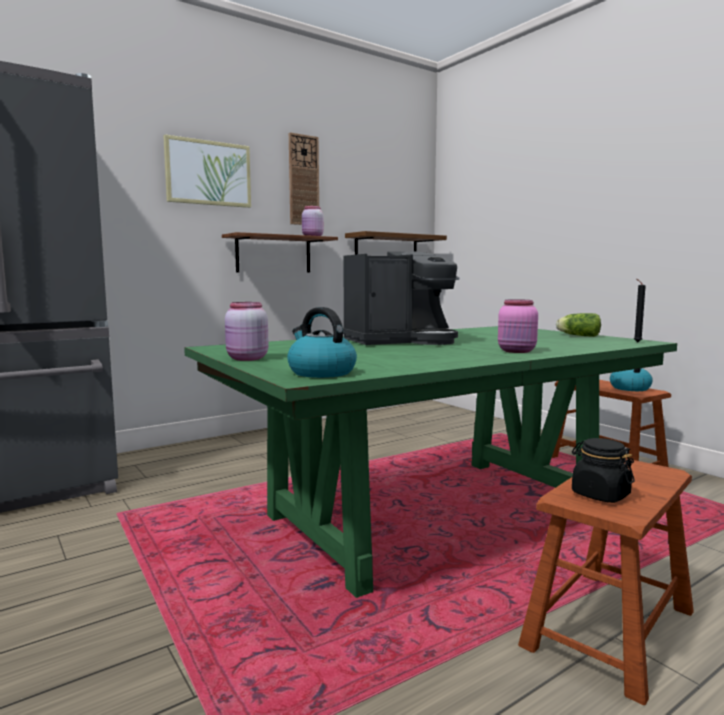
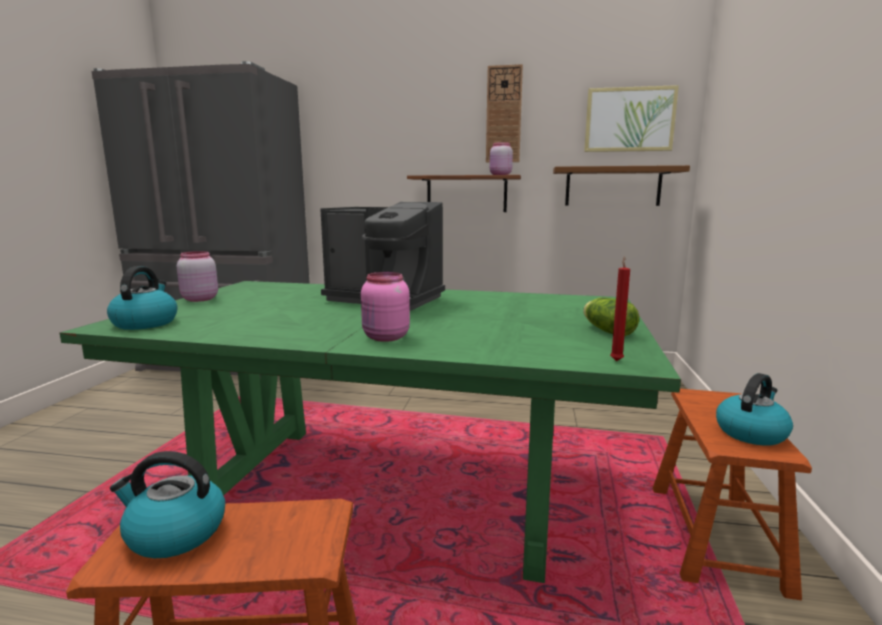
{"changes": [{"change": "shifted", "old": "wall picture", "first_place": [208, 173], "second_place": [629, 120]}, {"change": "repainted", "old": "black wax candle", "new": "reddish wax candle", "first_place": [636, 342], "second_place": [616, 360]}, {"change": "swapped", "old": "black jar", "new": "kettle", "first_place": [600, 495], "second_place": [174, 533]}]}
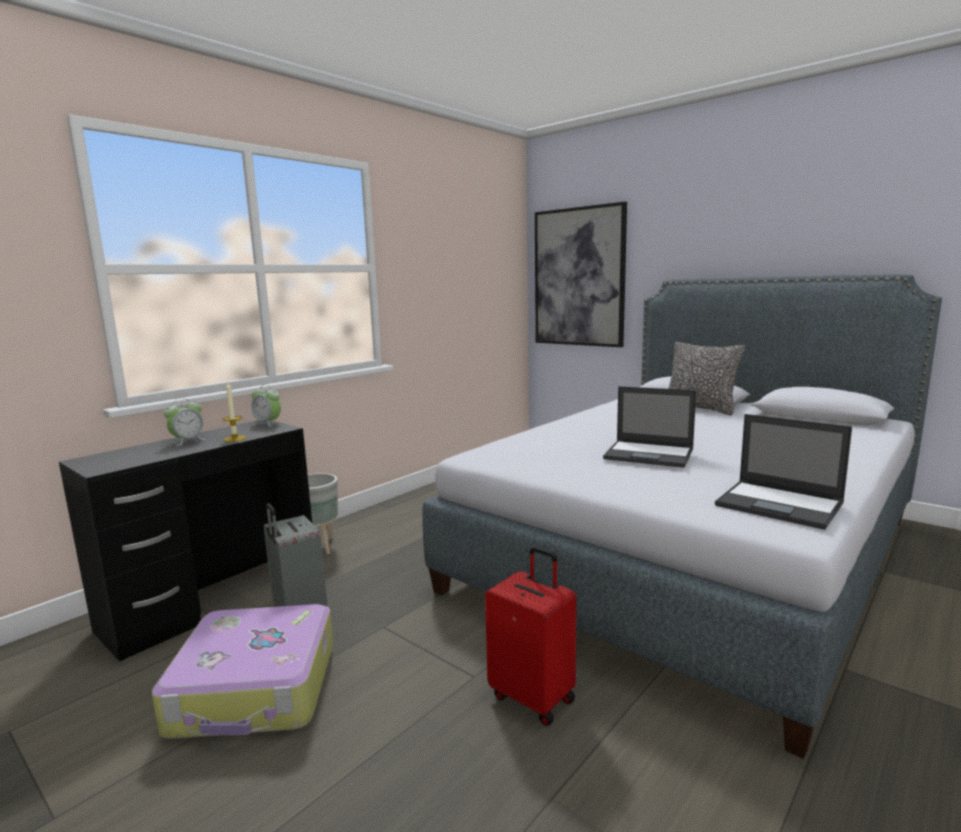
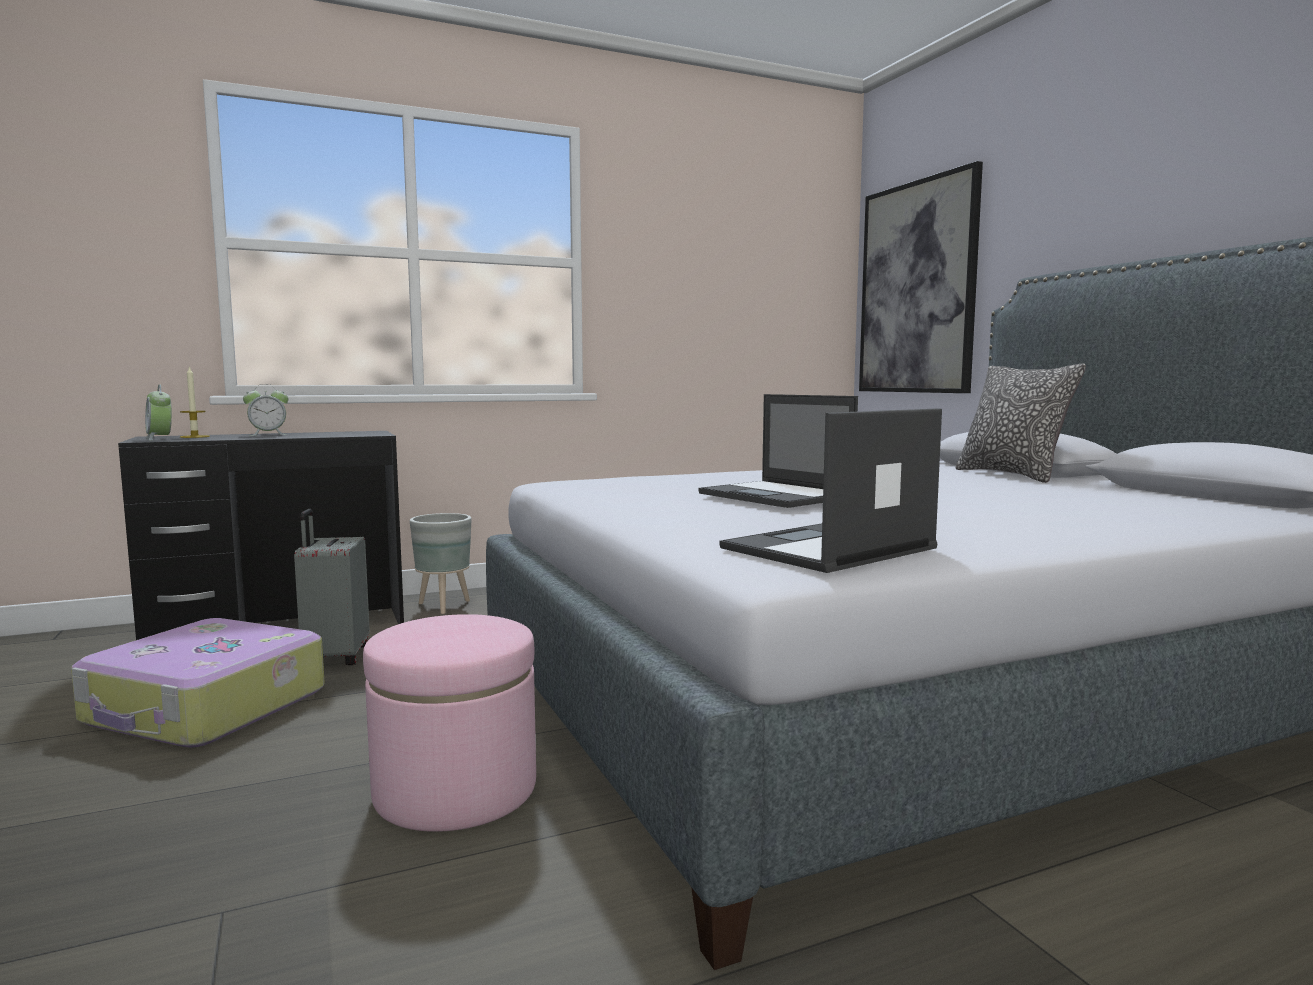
{"changes": [{"change": "shifted", "old": "wax candle", "first_place": [235, 438], "second_place": [194, 436]}, {"change": "shifted", "old": "alarm clock", "first_place": [268, 423], "second_place": [160, 439]}, {"change": "rotated", "old": "notebook computer", "first_place": [780, 505], "second_place": [827, 548], "degrees": 75}, {"change": "swapped", "old": "reddish travel case", "new": "pinkish pouffe", "first_place": [533, 697], "second_place": [455, 790]}]}
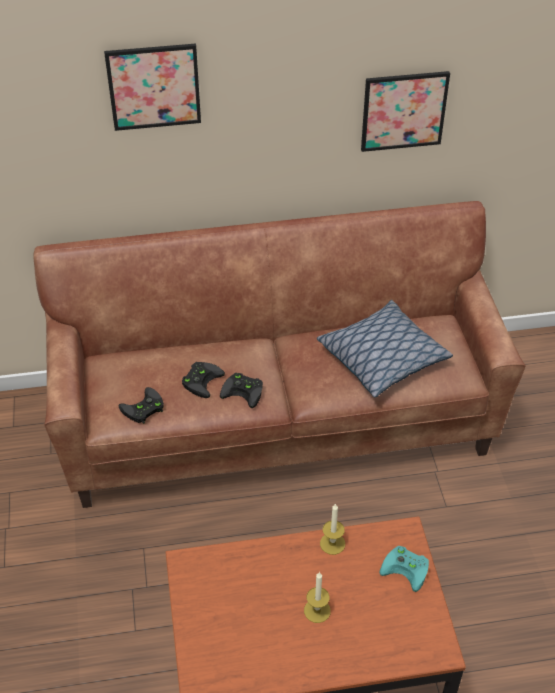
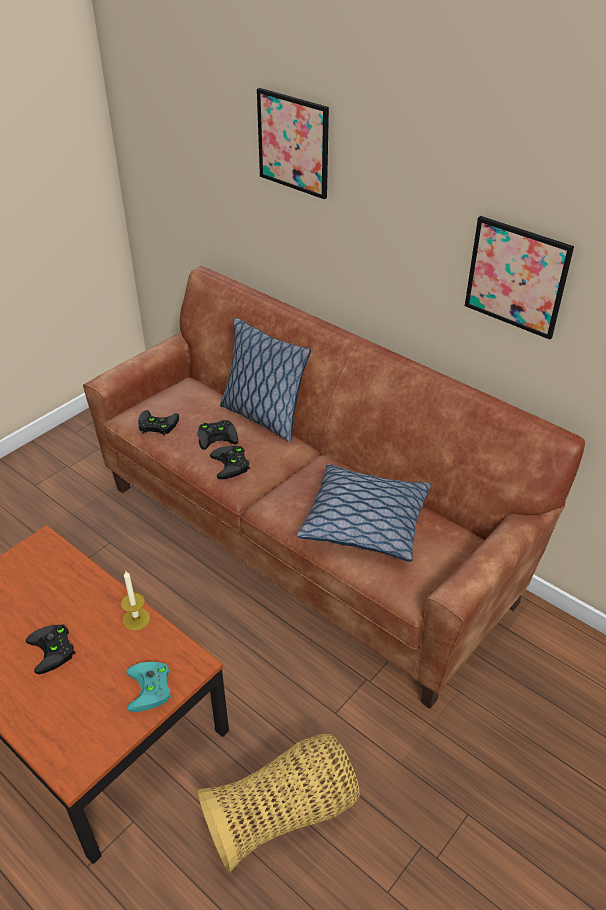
{"changes": [{"change": "swapped", "old": "wax candle", "new": "black joypad", "first_place": [317, 610], "second_place": [54, 650]}, {"change": "new", "new": "cushion", "second_place": [262, 416]}, {"change": "new", "new": "household basket", "second_place": [283, 814]}]}
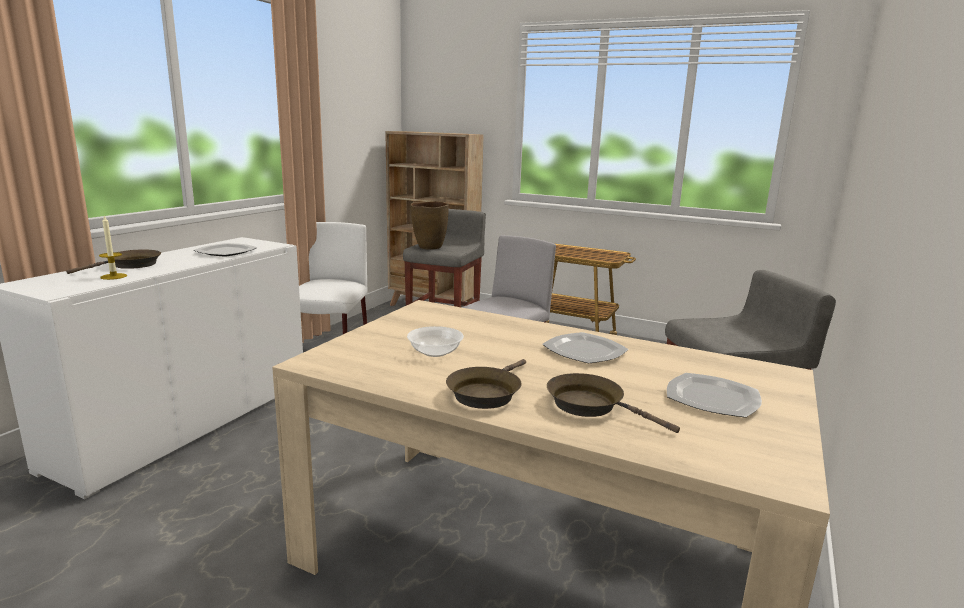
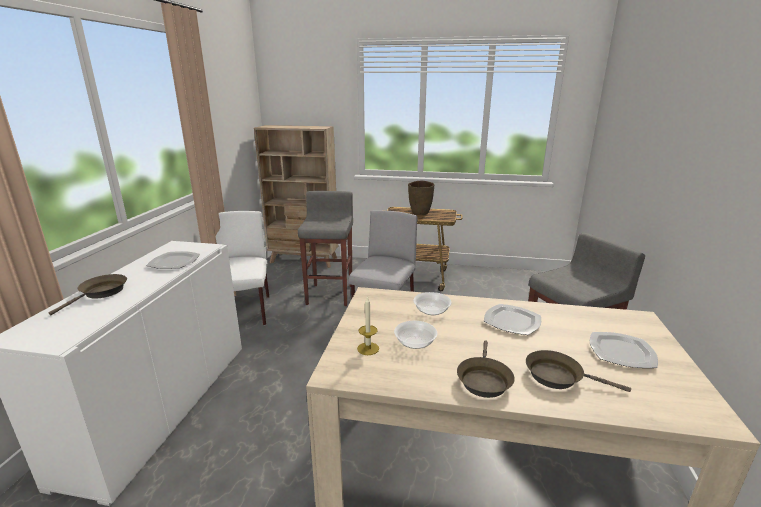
{"changes": [{"change": "shifted", "old": "brown flower vase", "first_place": [429, 247], "second_place": [420, 213]}, {"change": "shifted", "old": "wax candle", "first_place": [113, 276], "second_place": [368, 348]}, {"change": "new", "new": "bowl", "second_place": [431, 311]}]}
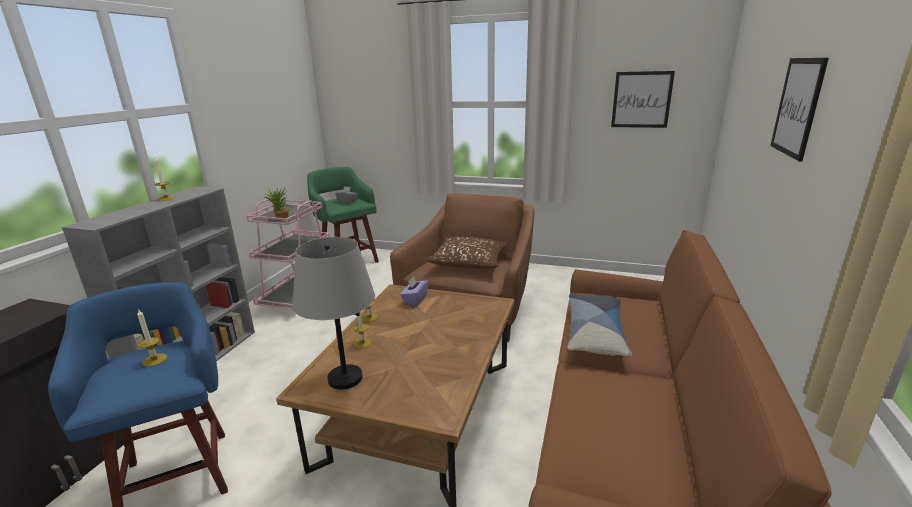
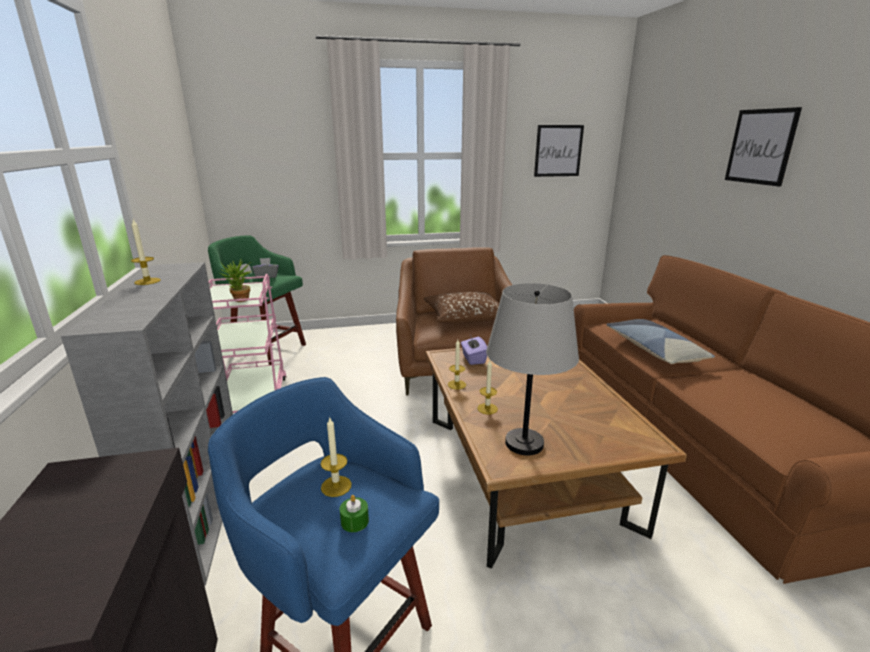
{"changes": [{"change": "new", "new": "green wax candle", "second_place": [354, 521]}]}
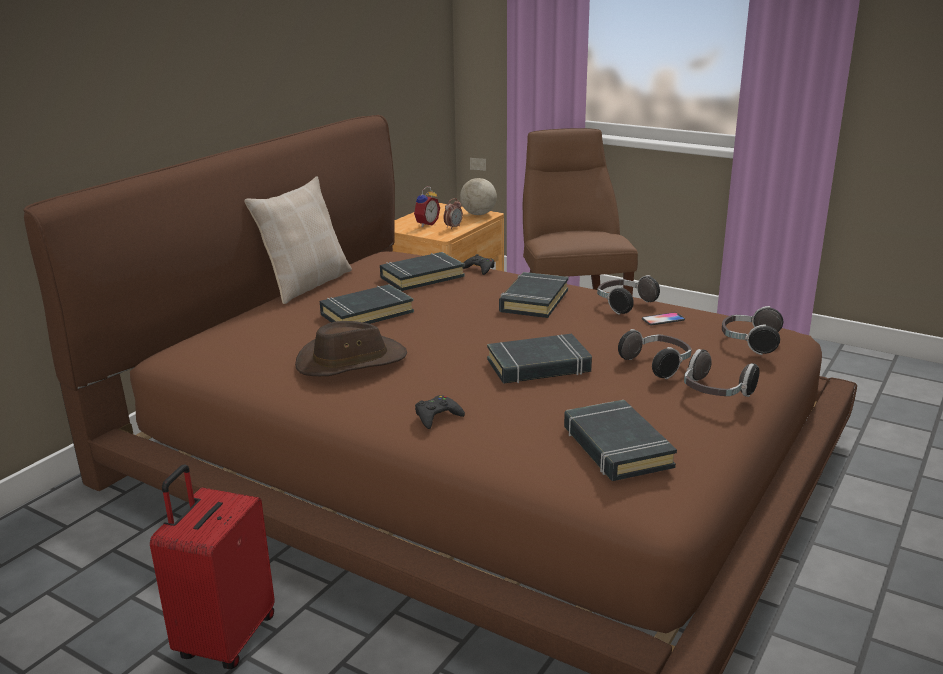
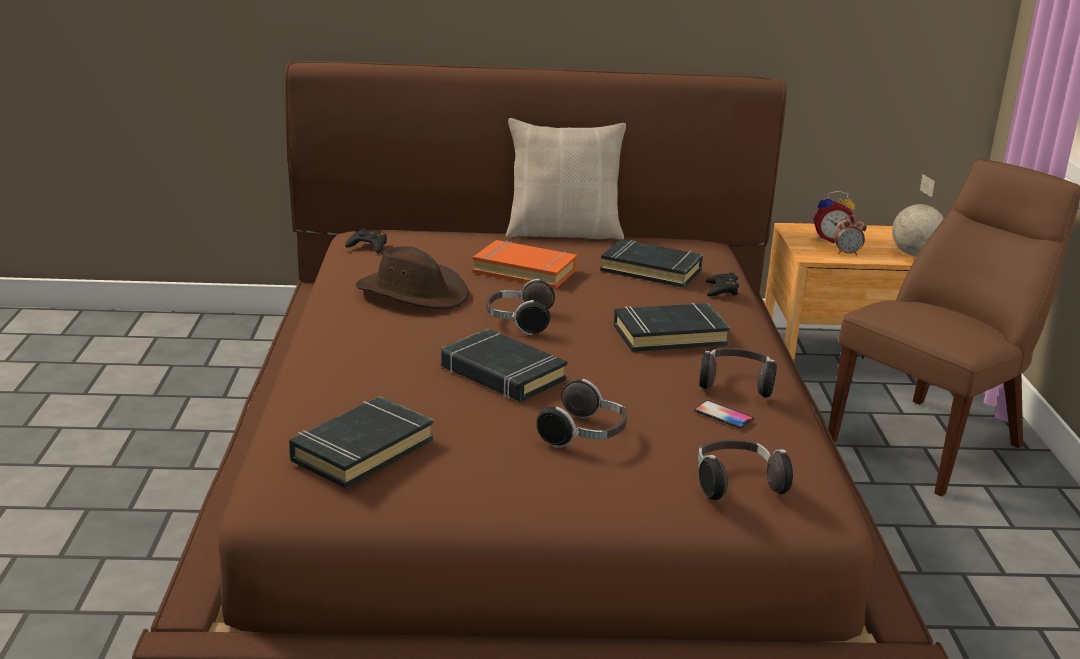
{"changes": [{"change": "repainted", "old": "black book", "new": "orange-coloured book", "first_place": [366, 313], "second_place": [525, 271]}, {"change": "shifted", "old": "headphones", "first_place": [715, 393], "second_place": [519, 321]}, {"change": "shifted", "old": "black joypad", "first_place": [437, 416], "second_place": [368, 246]}, {"change": "gone", "old": "reddish travel case", "first_place": [225, 638]}]}
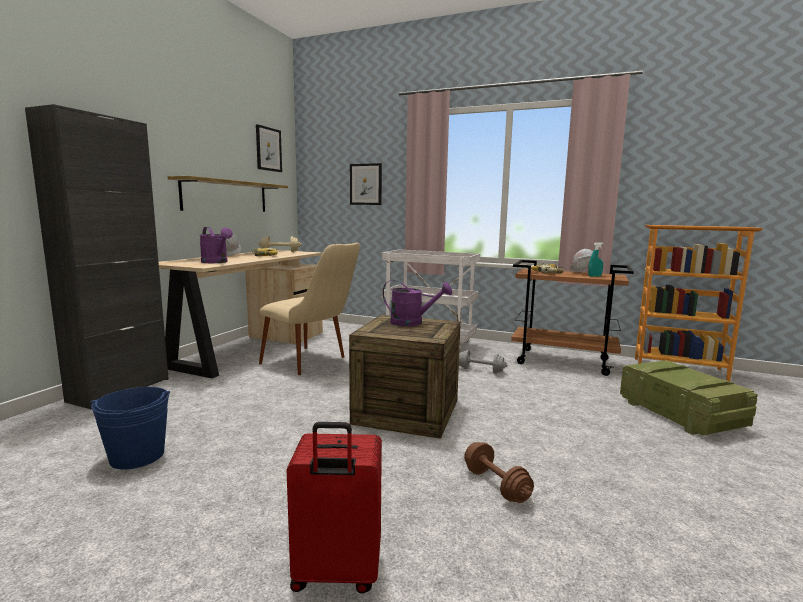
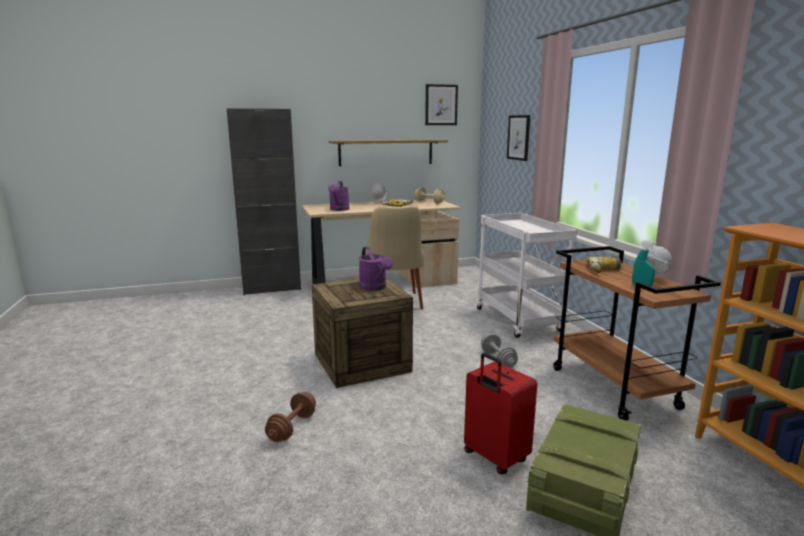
{"changes": [{"change": "gone", "old": "blue-coloured bucket", "first_place": [137, 456]}, {"change": "shifted", "old": "reddish travel case", "first_place": [336, 574], "second_place": [494, 458]}]}
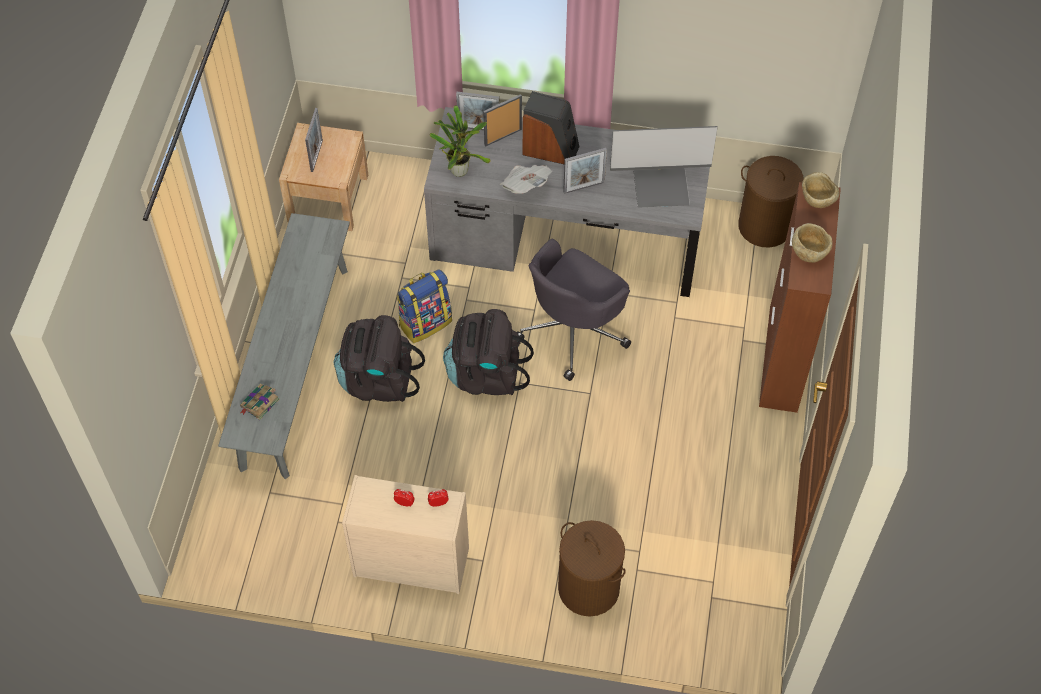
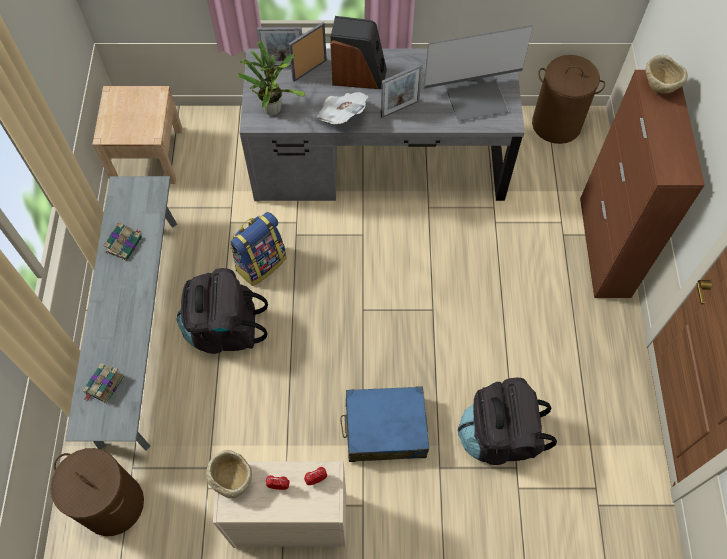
{"changes": [{"change": "gone", "old": "photo frame", "first_place": [316, 156]}, {"change": "shifted", "old": "sand-coloured bowl", "first_place": [809, 253], "second_place": [232, 479]}, {"change": "gone", "old": "grey computer chair", "first_place": [573, 331]}, {"change": "shifted", "old": "black rucksack", "first_place": [486, 374], "second_place": [499, 436]}, {"change": "shifted", "old": "brown washing basket", "first_place": [589, 588], "second_place": [113, 504]}, {"change": "new", "new": "book", "second_place": [124, 244]}, {"change": "new", "new": "blue-coloured travel case", "second_place": [385, 429]}]}
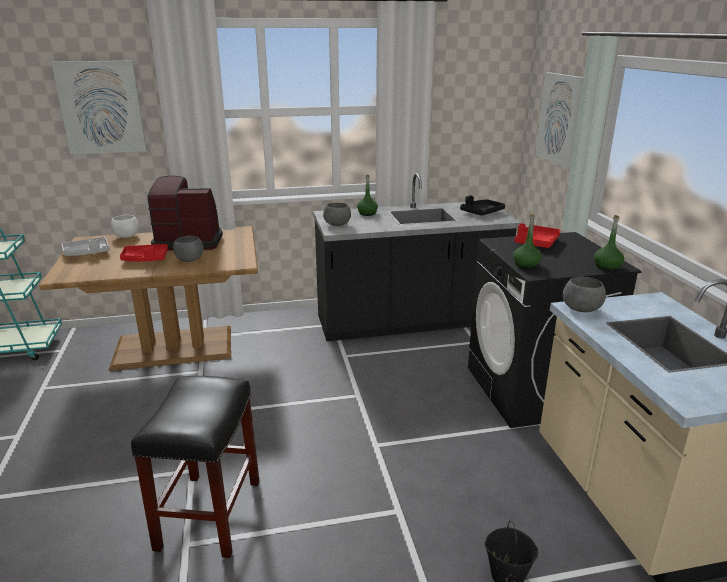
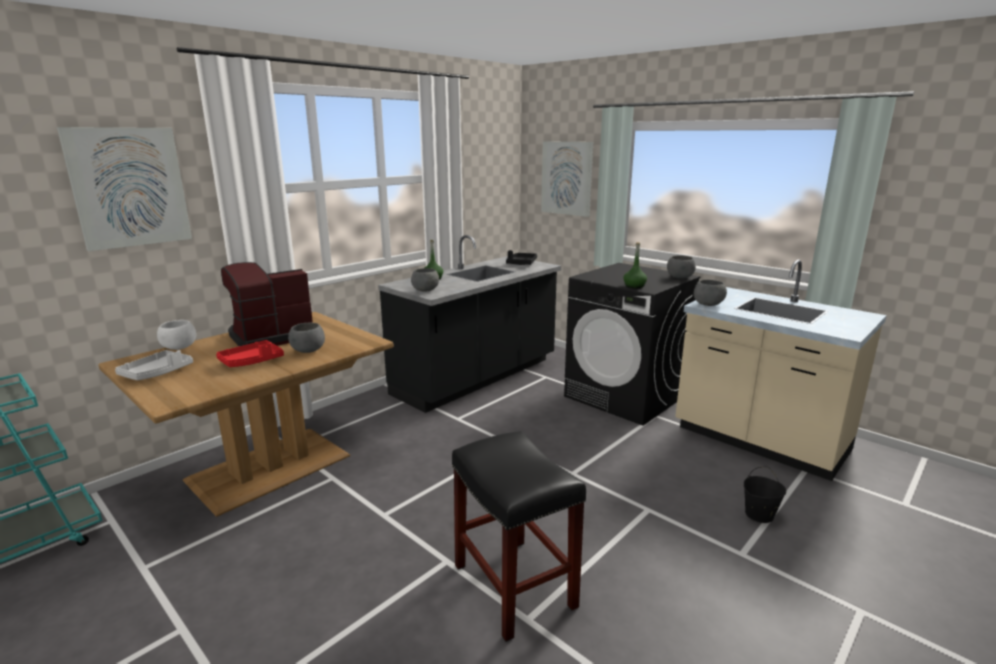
{"changes": [{"change": "swapped", "old": "green beverage bottle", "new": "grey bowl", "first_place": [607, 267], "second_place": [679, 277]}, {"change": "gone", "old": "reddish carrying tray", "first_place": [536, 243]}]}
